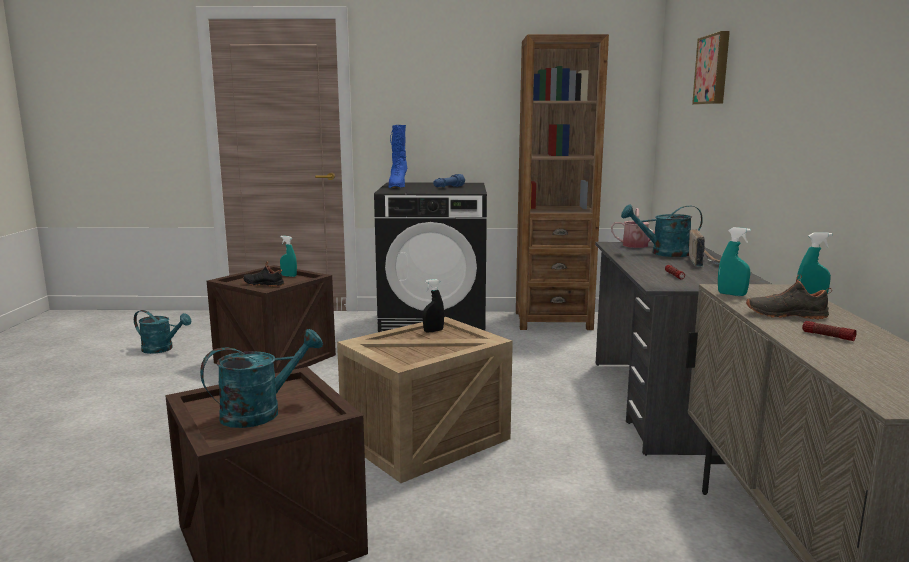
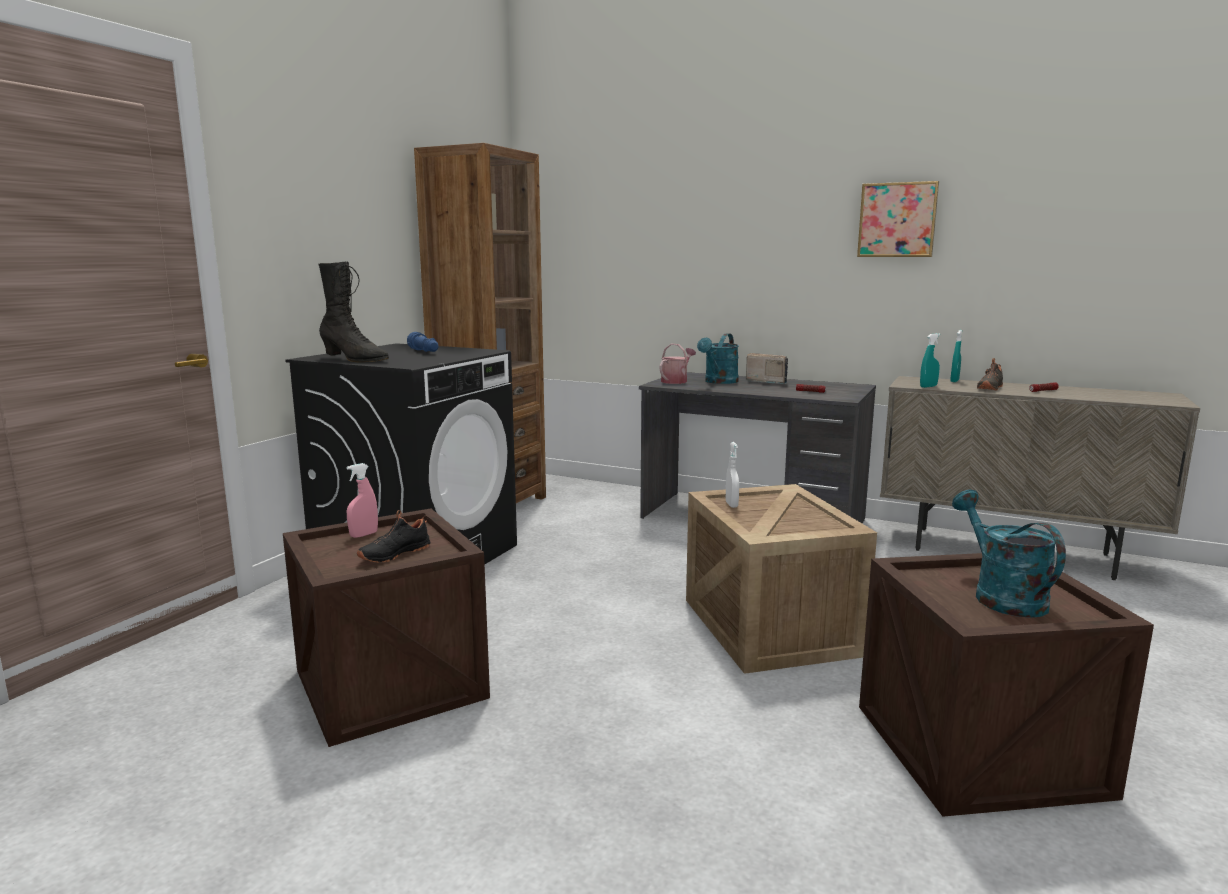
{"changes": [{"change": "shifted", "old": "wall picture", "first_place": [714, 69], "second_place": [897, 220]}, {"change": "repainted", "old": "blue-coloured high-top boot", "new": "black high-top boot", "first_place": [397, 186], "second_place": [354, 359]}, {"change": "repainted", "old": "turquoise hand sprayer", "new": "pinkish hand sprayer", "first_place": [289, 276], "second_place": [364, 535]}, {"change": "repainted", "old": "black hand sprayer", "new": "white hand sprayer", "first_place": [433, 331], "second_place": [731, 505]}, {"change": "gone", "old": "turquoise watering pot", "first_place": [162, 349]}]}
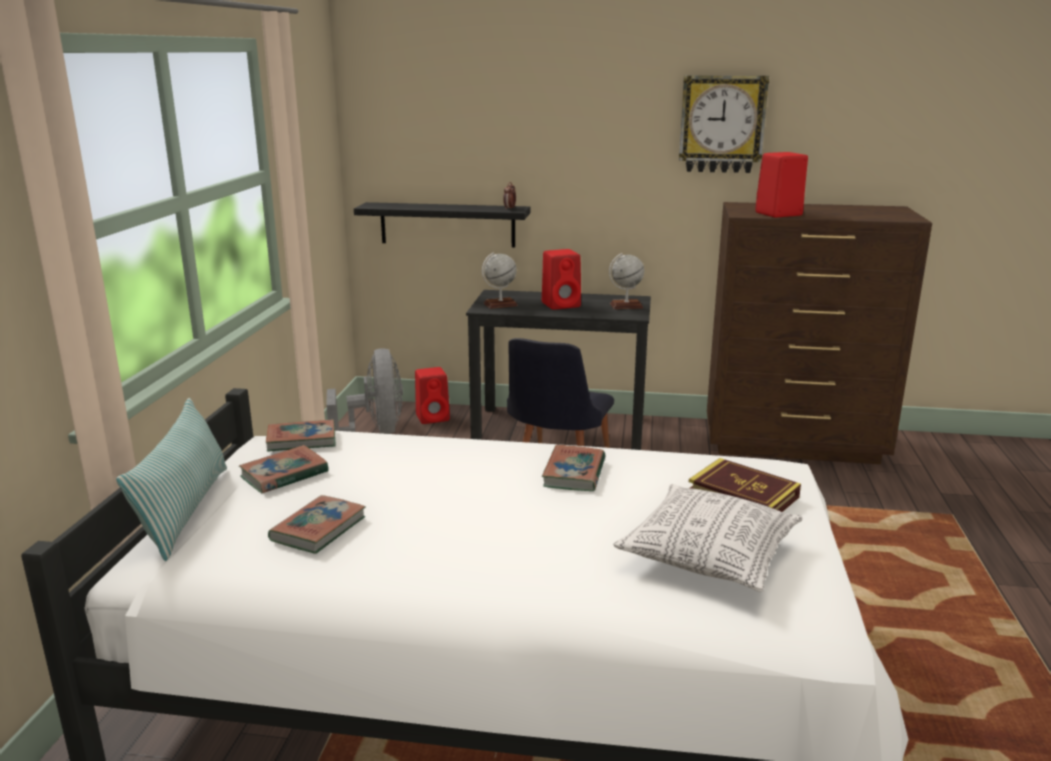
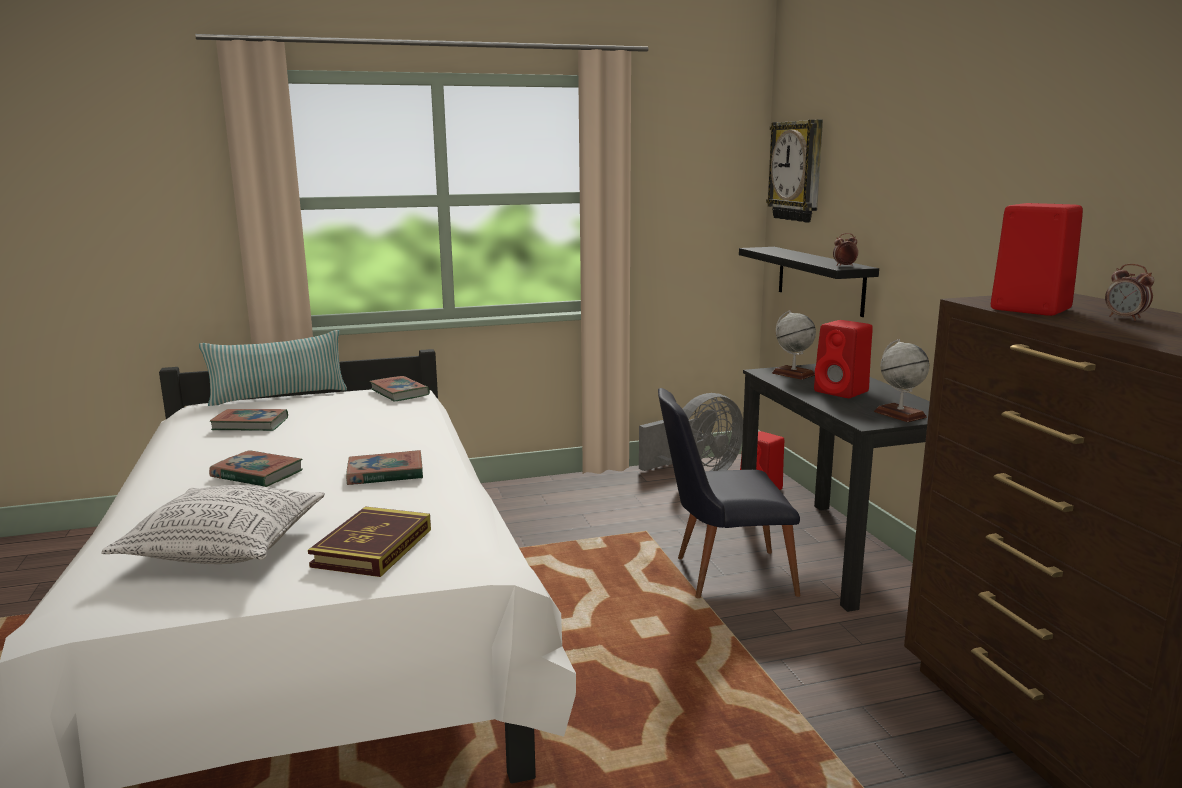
{"changes": [{"change": "shifted", "old": "hanging clock", "first_place": [722, 124], "second_place": [797, 171]}, {"change": "shifted", "old": "book", "first_place": [284, 474], "second_place": [257, 474]}, {"change": "new", "new": "alarm clock", "second_place": [1125, 318]}]}
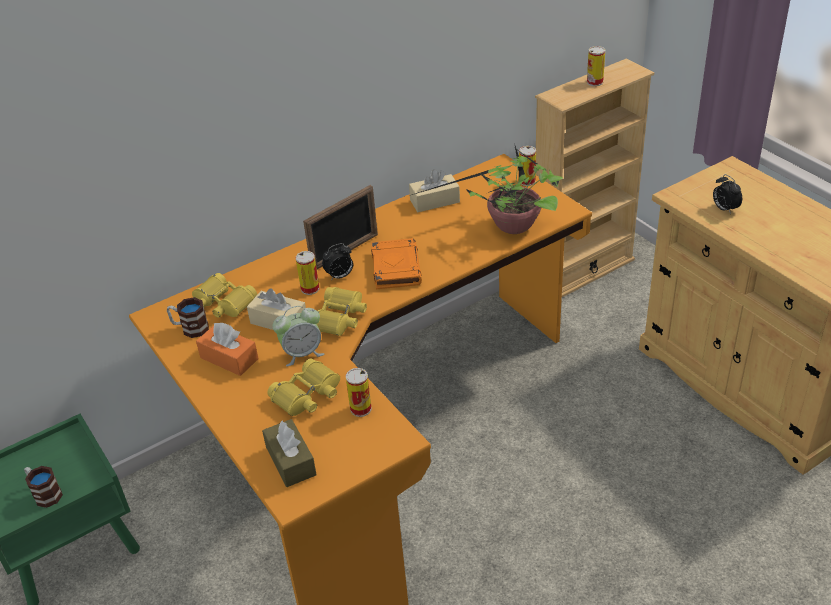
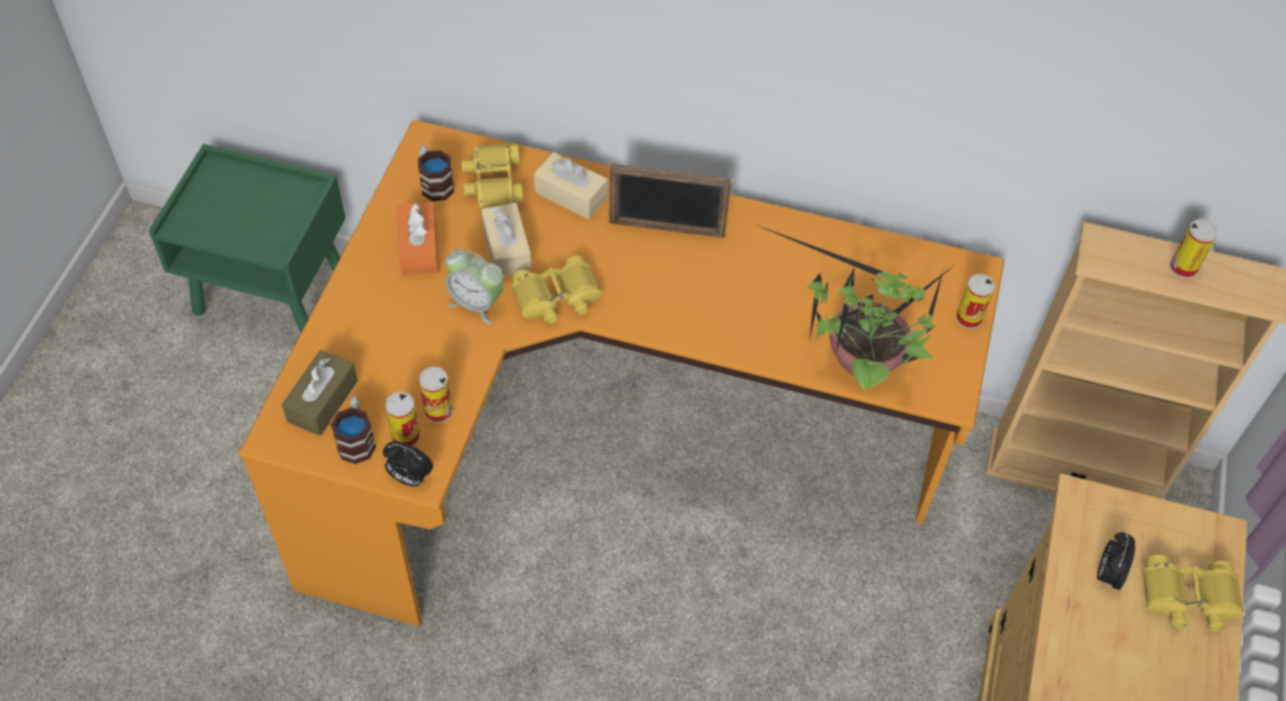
{"changes": [{"change": "shifted", "old": "sand-coloured box of tissues", "first_place": [434, 201], "second_place": [571, 195]}, {"change": "gone", "old": "orange-coloured book", "first_place": [395, 267]}, {"change": "shifted", "old": "alarm clock", "first_place": [339, 276], "second_place": [409, 478]}, {"change": "shifted", "old": "metal can", "first_place": [310, 288], "second_place": [406, 436]}, {"change": "shifted", "old": "yellowish field glasses", "first_place": [307, 395], "second_place": [1188, 599]}, {"change": "shifted", "old": "mug", "first_place": [44, 493], "second_place": [357, 439]}]}
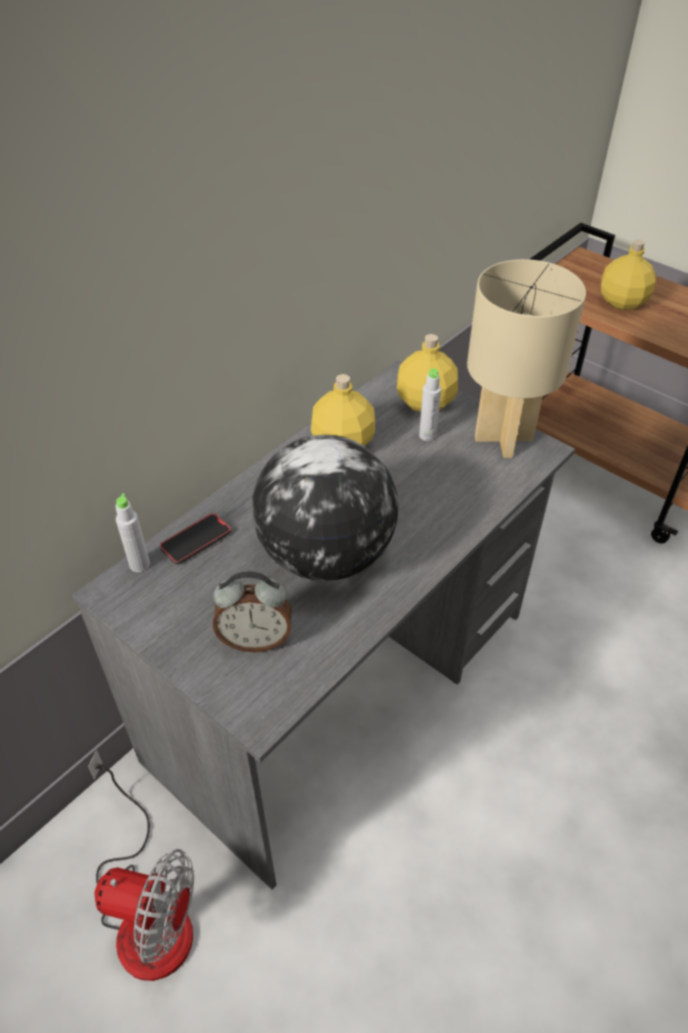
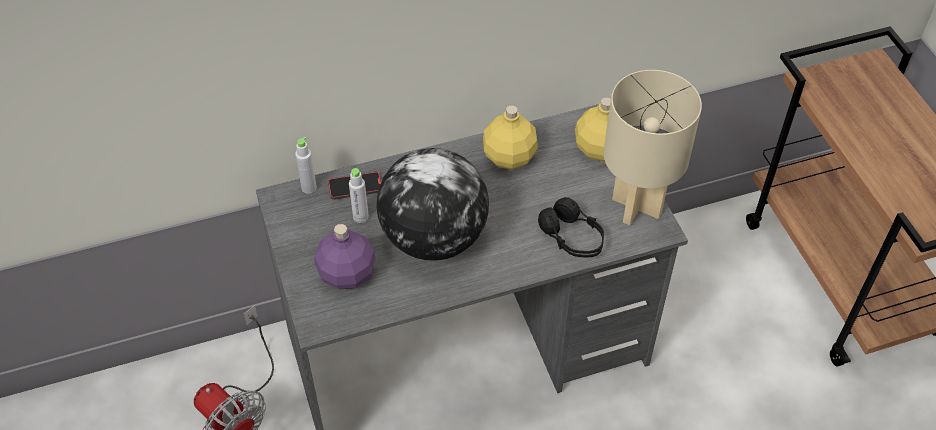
{"changes": [{"change": "gone", "old": "yellowish beverage bottle", "first_place": [623, 301]}, {"change": "shifted", "old": "grey beverage bottle", "first_place": [427, 435], "second_place": [360, 217]}, {"change": "swapped", "old": "alarm clock", "new": "purplish beverage bottle", "first_place": [256, 639], "second_place": [348, 274]}, {"change": "new", "new": "black headphones", "second_place": [572, 238]}]}
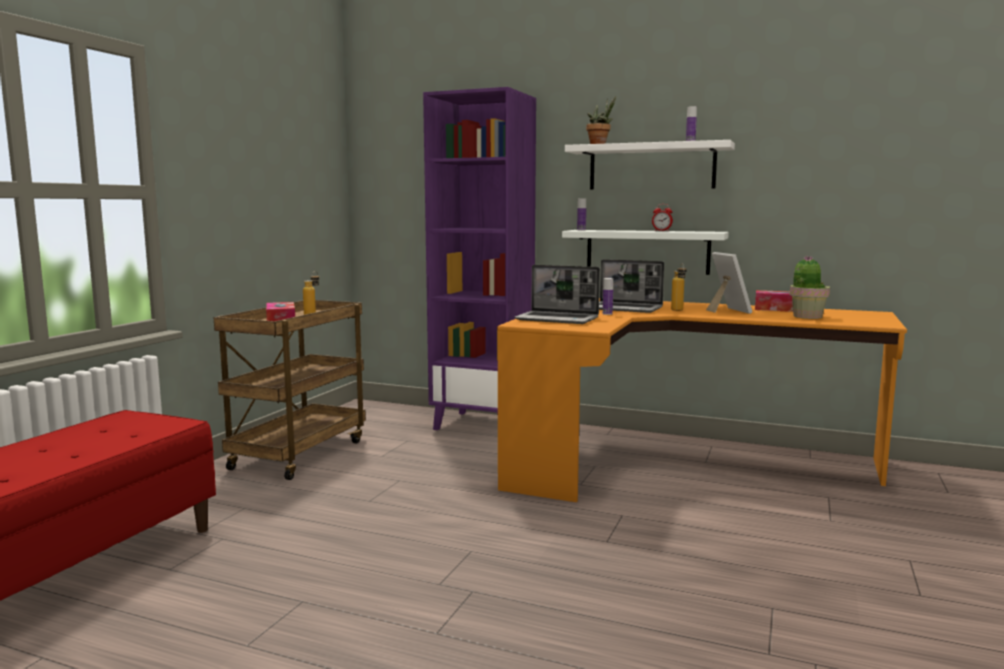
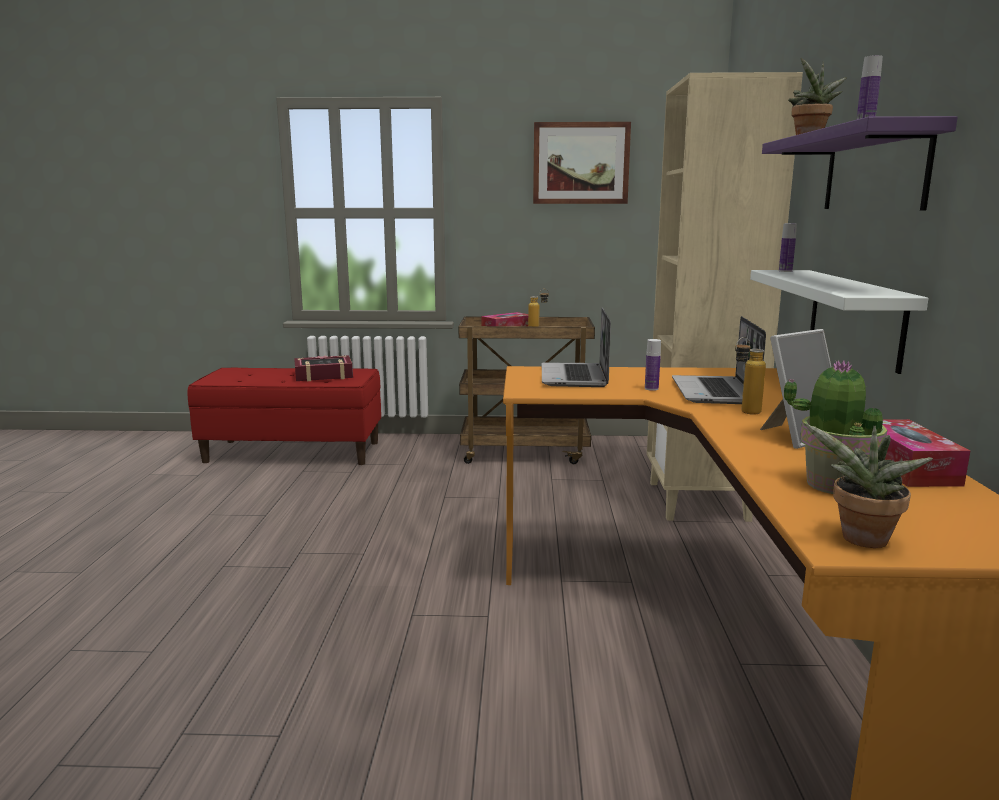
{"changes": [{"change": "repainted", "old": "purplish bookcase", "new": "sand-coloured bookcase", "first_place": [483, 425], "second_place": [699, 501]}, {"change": "repainted", "old": "white bracket shelf", "new": "purplish bracket shelf", "first_place": [651, 167], "second_place": [874, 171]}, {"change": "gone", "old": "alarm clock", "first_place": [662, 230]}, {"change": "new", "new": "wall picture", "second_place": [581, 163]}, {"change": "new", "new": "book", "second_place": [323, 375]}, {"change": "new", "new": "plant in a pot", "second_place": [860, 541]}]}
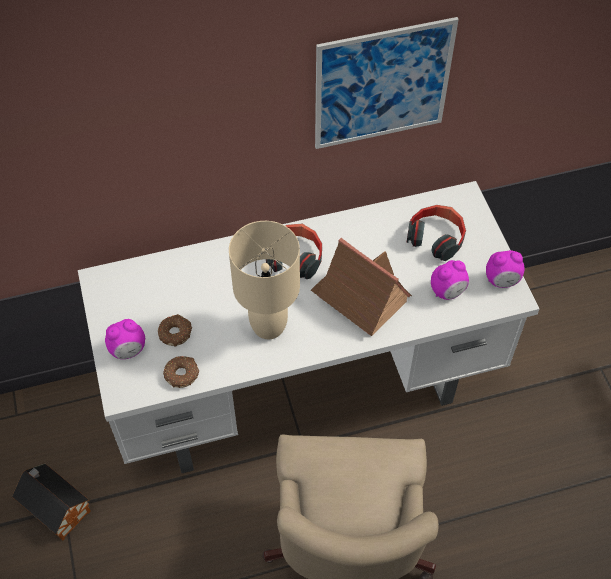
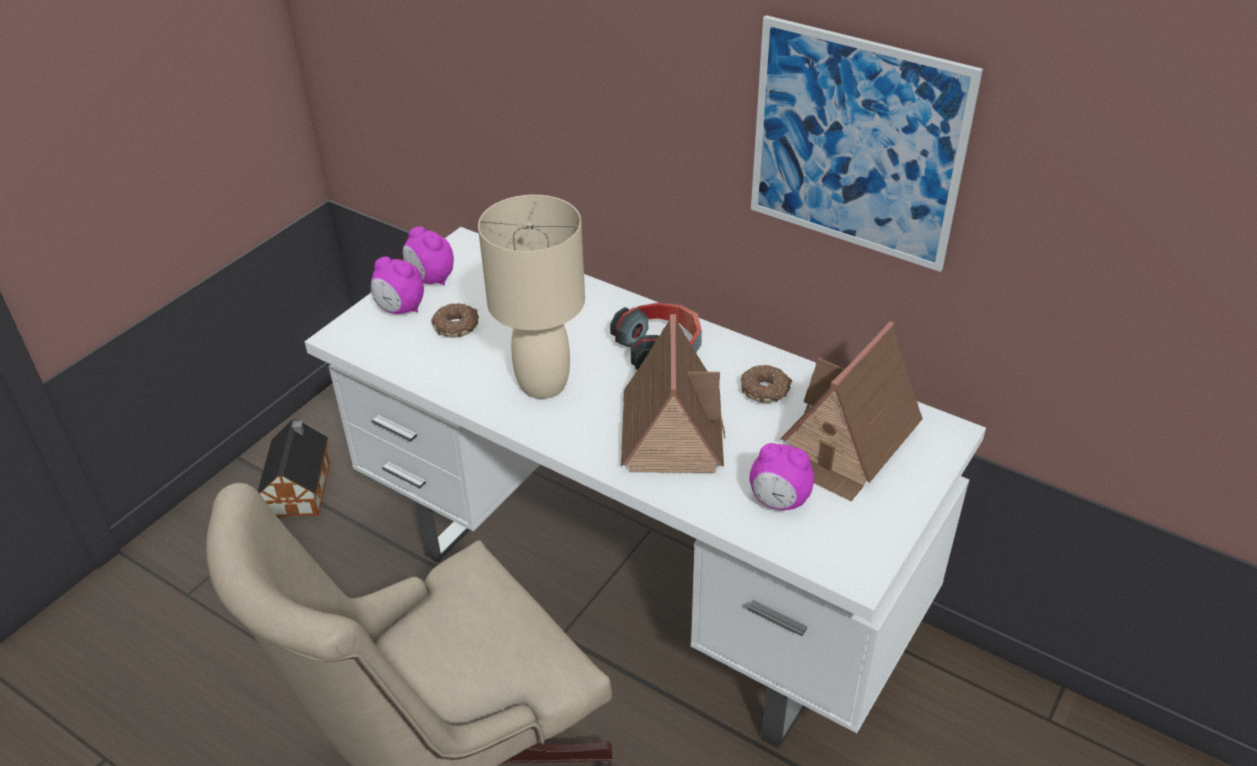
{"changes": [{"change": "swapped", "old": "headphones", "new": "model house", "first_place": [436, 238], "second_place": [846, 443]}, {"change": "shifted", "old": "alarm clock", "first_place": [502, 281], "second_place": [430, 279]}, {"change": "shifted", "old": "donut", "first_place": [182, 374], "second_place": [765, 390]}]}
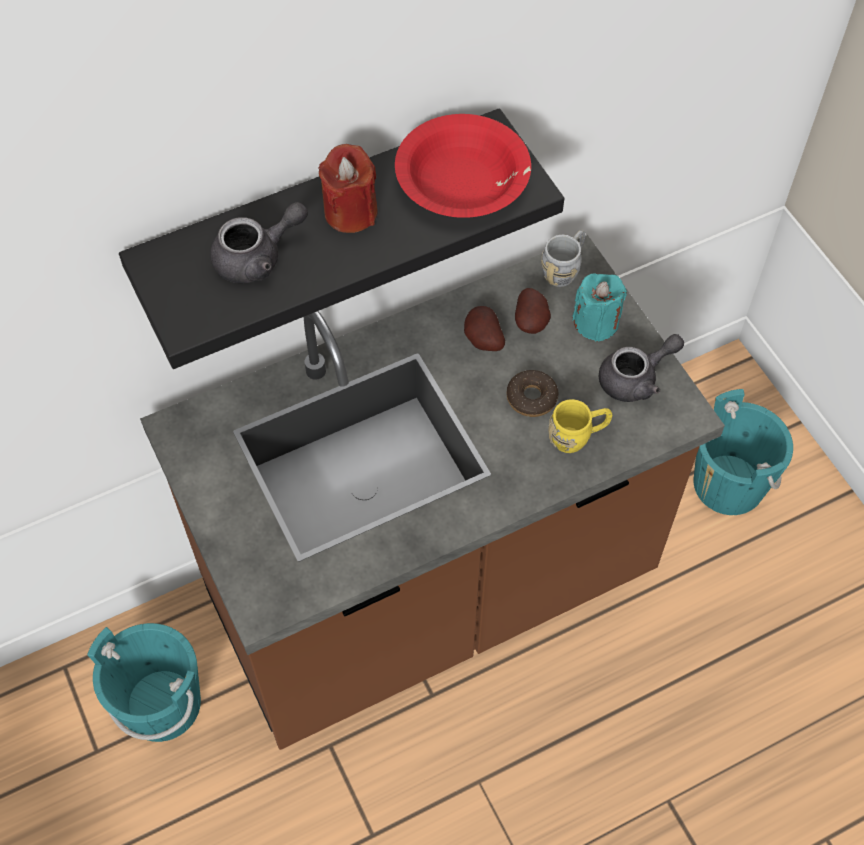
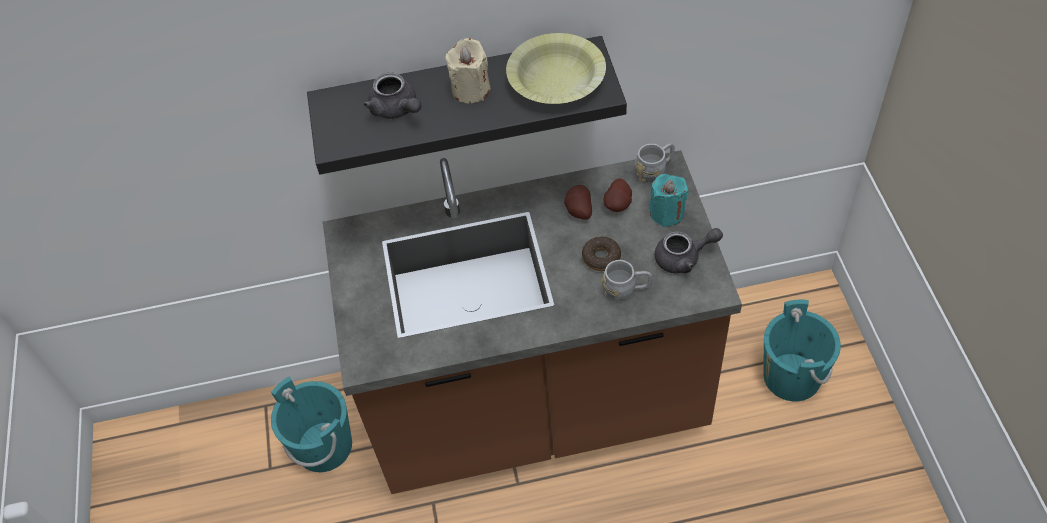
{"changes": [{"change": "repainted", "old": "reddish bowl", "new": "yellowish bowl", "first_place": [462, 182], "second_place": [556, 81]}, {"change": "repainted", "old": "reddish wax candle", "new": "sand-coloured wax candle", "first_place": [350, 212], "second_place": [471, 89]}, {"change": "rotated", "old": "grey teapot", "first_place": [257, 258], "second_place": [397, 110], "degrees": 60}, {"change": "repainted", "old": "yellowish mug", "new": "grey mug", "first_place": [577, 437], "second_place": [626, 291]}]}
